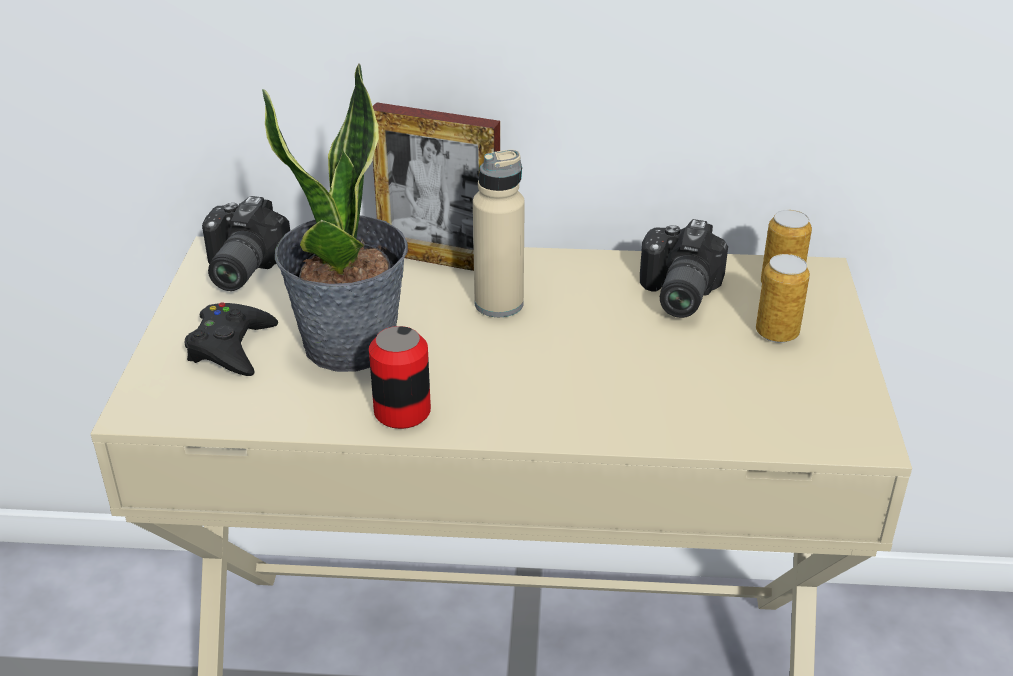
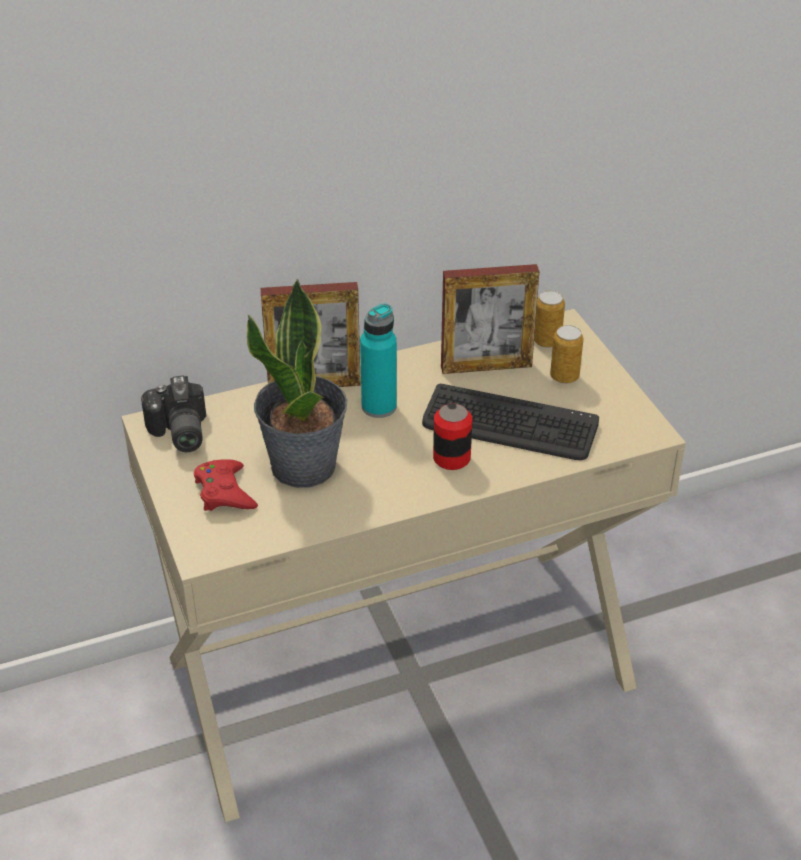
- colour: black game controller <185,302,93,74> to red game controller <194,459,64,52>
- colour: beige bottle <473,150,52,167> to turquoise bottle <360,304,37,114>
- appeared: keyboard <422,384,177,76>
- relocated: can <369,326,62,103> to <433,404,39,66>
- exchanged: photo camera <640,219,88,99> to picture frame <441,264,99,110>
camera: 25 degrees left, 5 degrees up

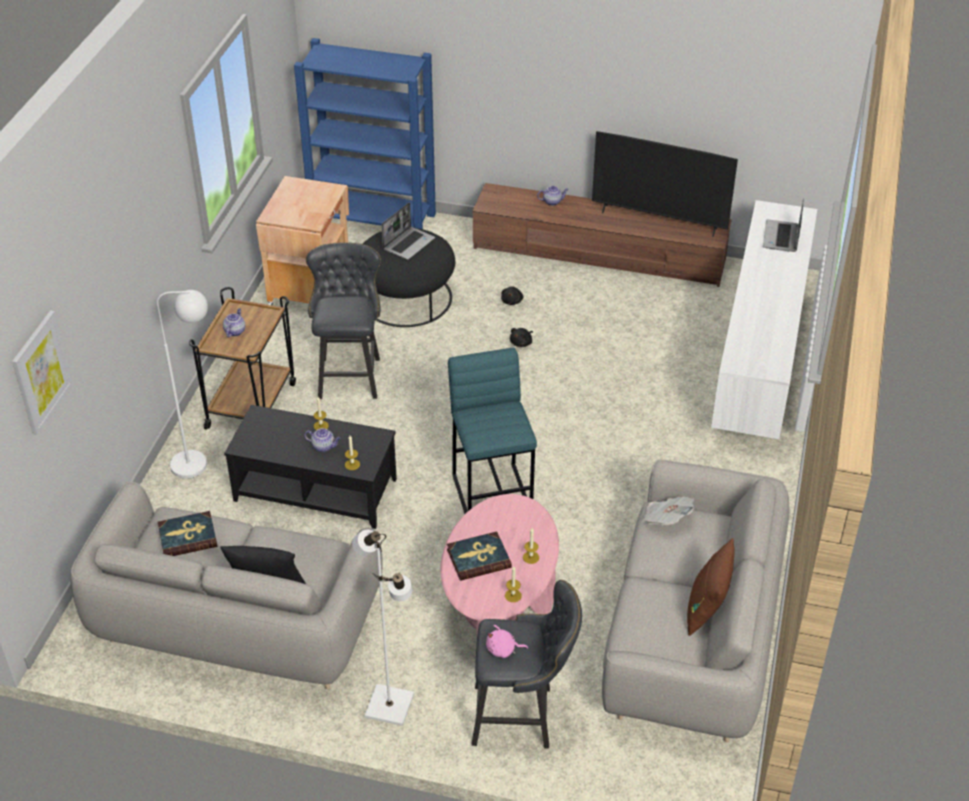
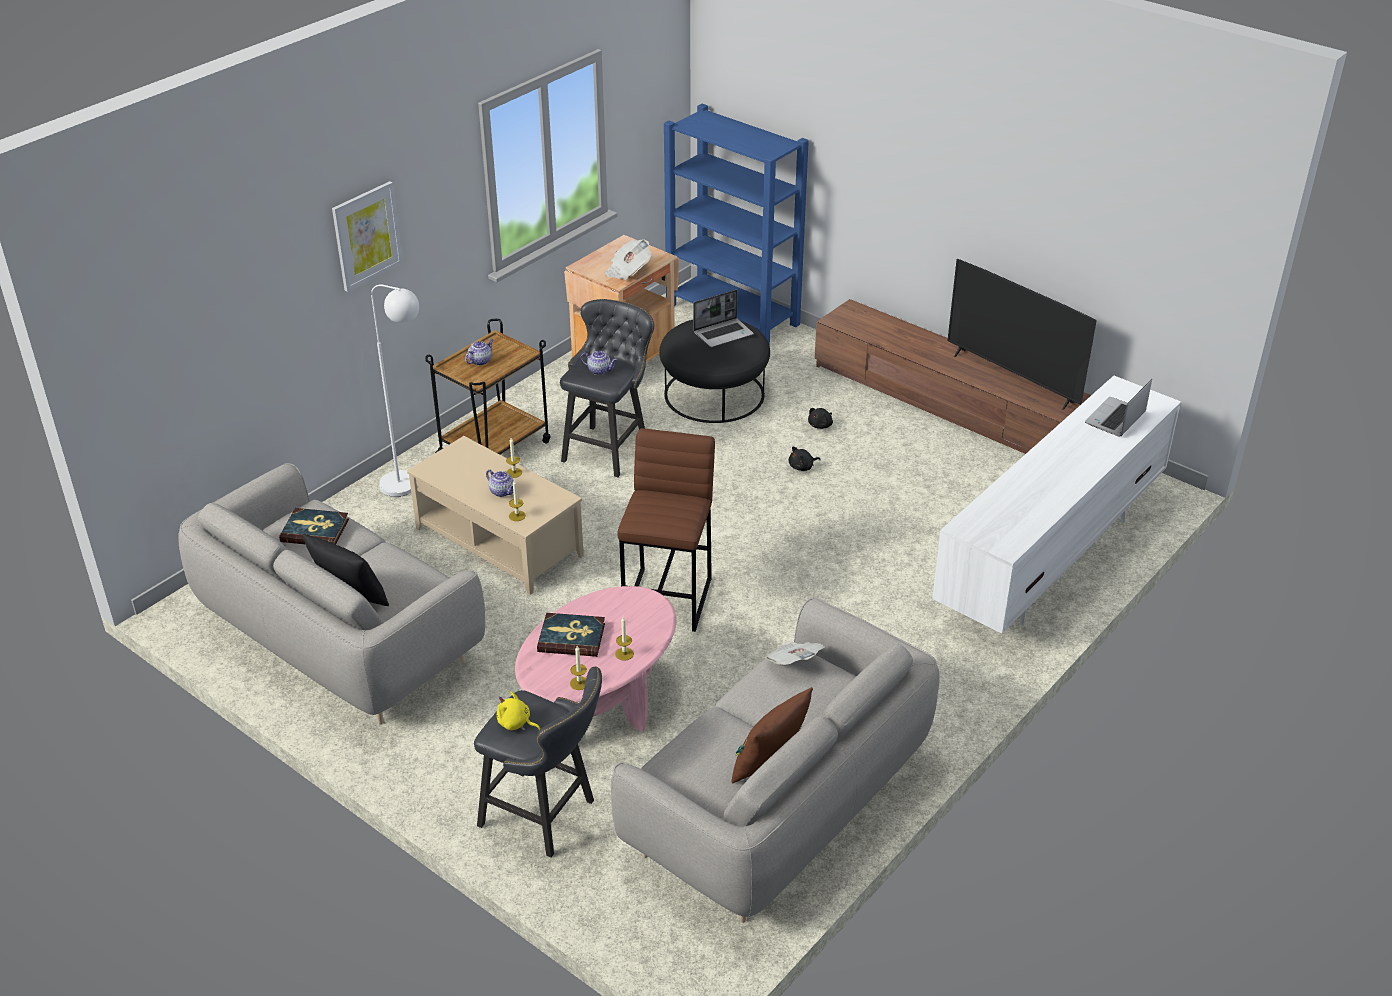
- relocated: picture <12,310,61,125> to <332,181,71,111>
- colour: black coffee table <224,405,173,124> to beige coffee table <407,436,177,159>
- colour: pink plush toy <486,625,42,33> to yellow plush toy <497,691,43,40>
- relocated: teapot <537,186,32,20> to <581,351,36,24>
- appeared: newspaper <605,240,47,40>
- colour: turquoise stool <448,348,89,166> to brown stool <617,428,98,204>
- missing: white floor lamp <352,529,62,197>
camera: 25 degrees right, 5 degrees down

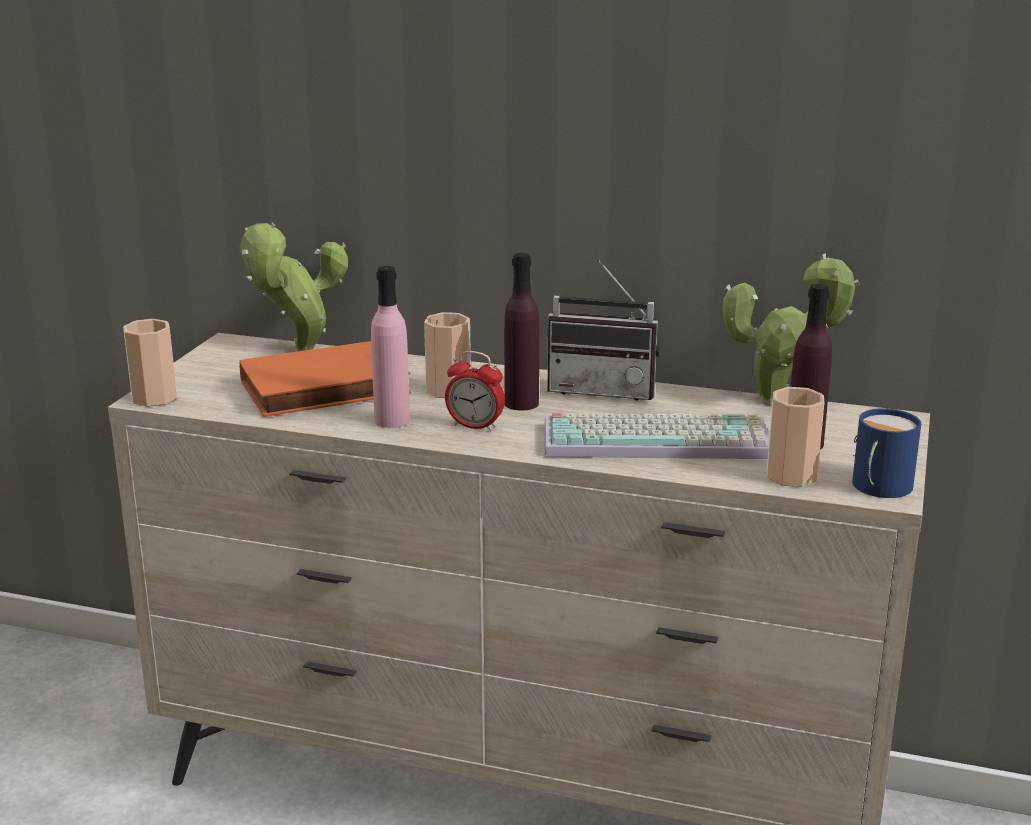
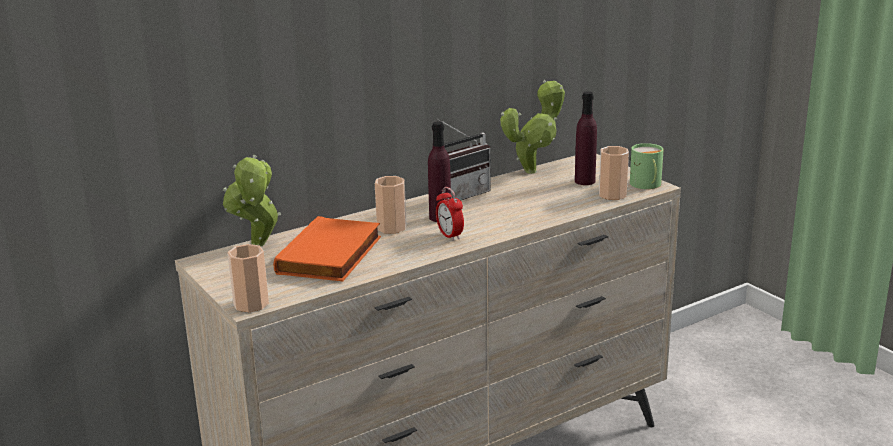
- spun: alarm clock <445,351,60,80> = <436,187,28,54> 90 degrees clockwise
- colour: blue mug <852,408,69,90> to green mug <630,143,34,46>
- missing: pink bottle <371,266,39,162>
- missing: keyboard <544,413,226,46>
camera: 50 degrees left, 0 degrees up

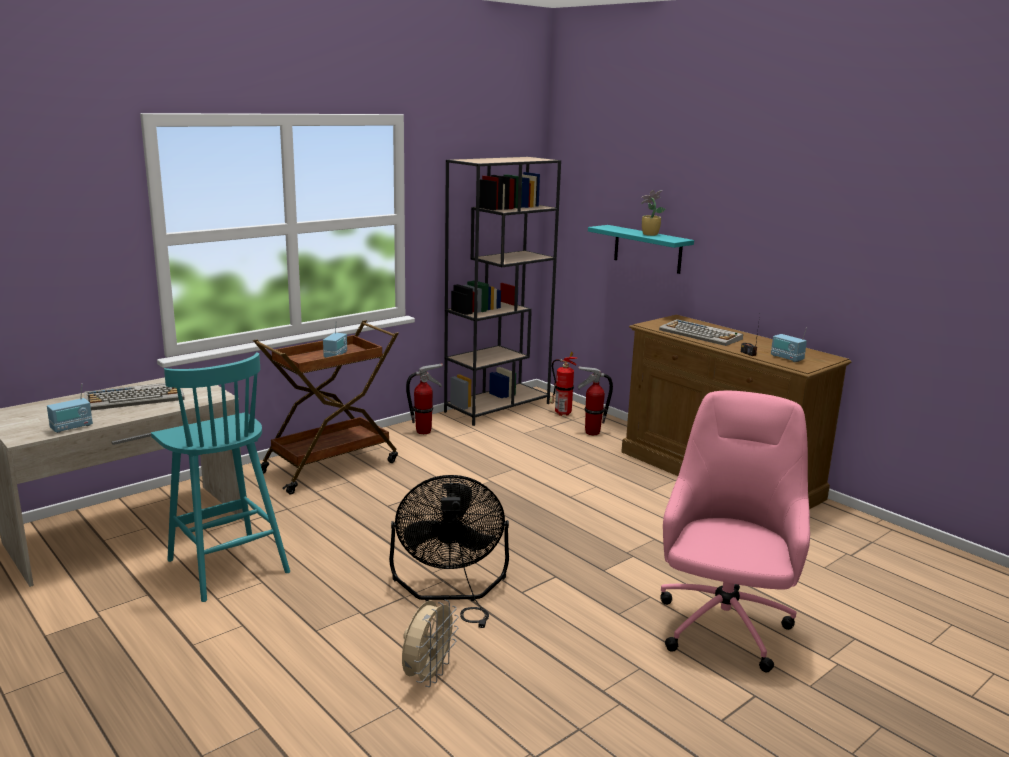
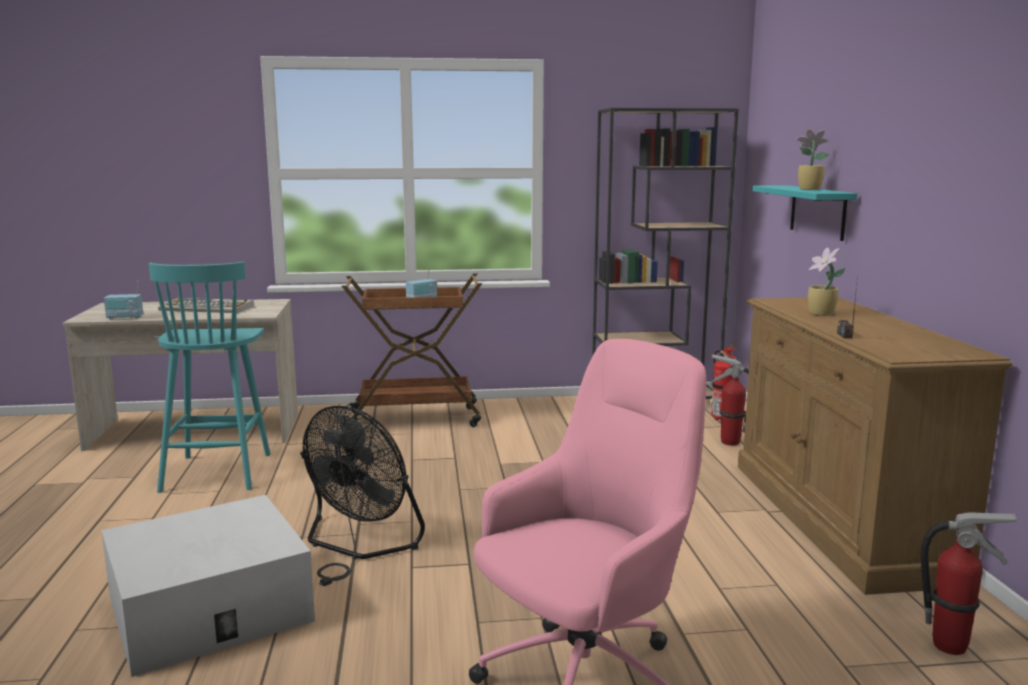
- exchanged: beige fan <402,599,57,88> to white storage box <101,495,214,182>
- exchanged: keyboard <659,319,84,27> to potted plant <808,247,37,69>
- relocated: fire extinguisher <406,363,37,71> to <920,512,97,143>
- missing: radio <771,327,36,35>
camera: 35 degrees right, 5 degrees down

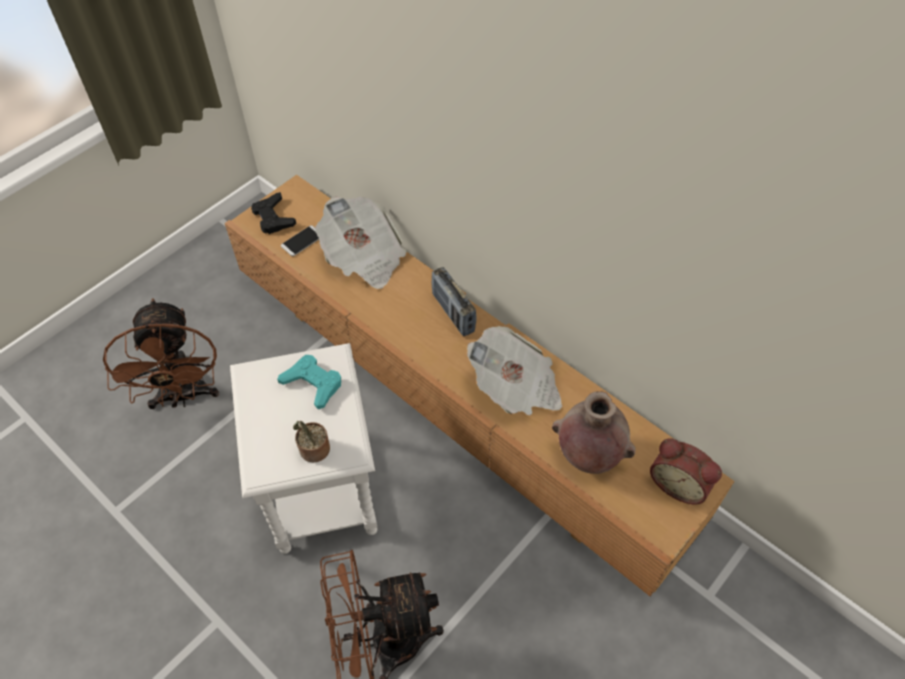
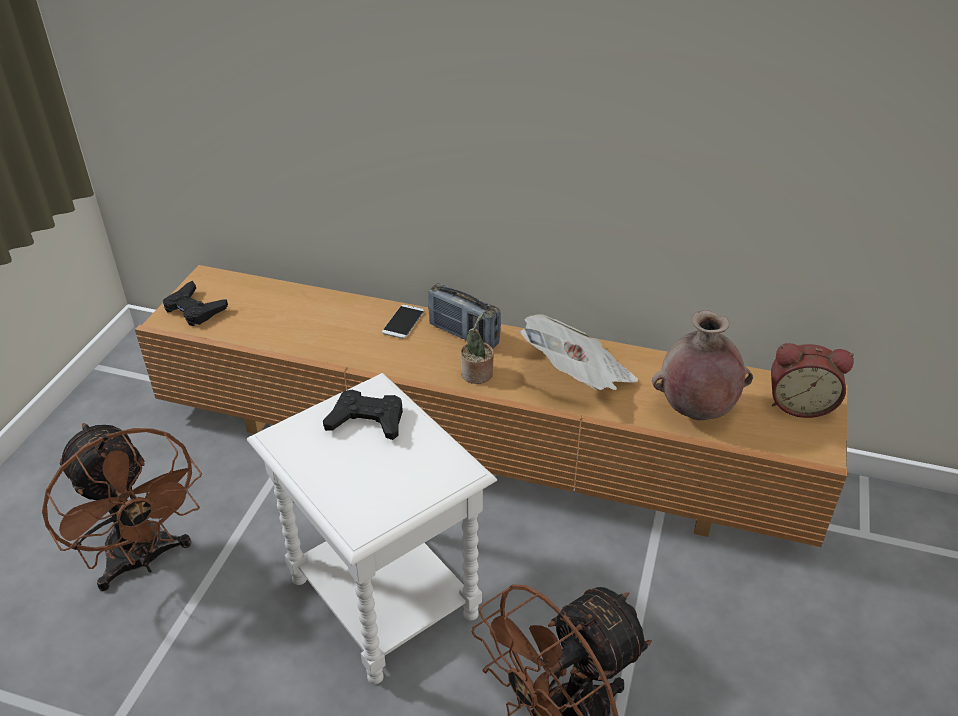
- colour: turquoise game controller <277,355,64,54> to black game controller <323,390,80,50>
- relocated: phone <281,225,38,31> to <382,304,42,35>
- relocated: potted plant <293,421,37,41> to <461,312,33,72>
- missing: newspaper <315,196,92,93>
camera: 25 degrees left, 15 degrees down

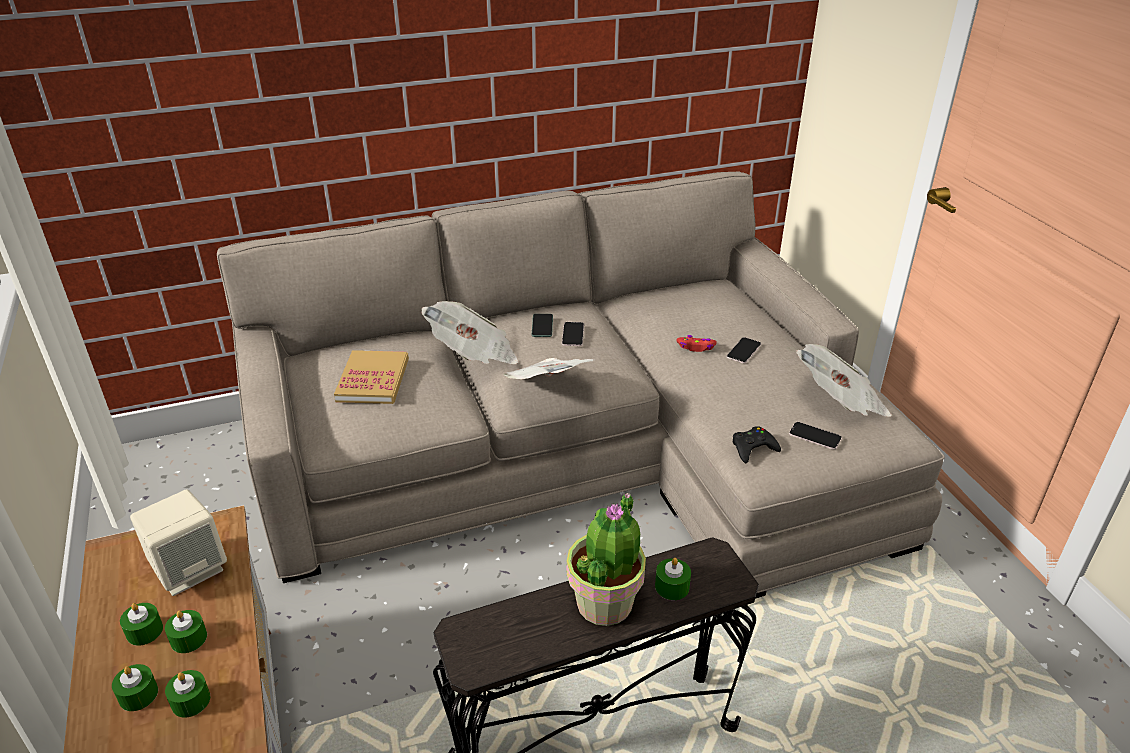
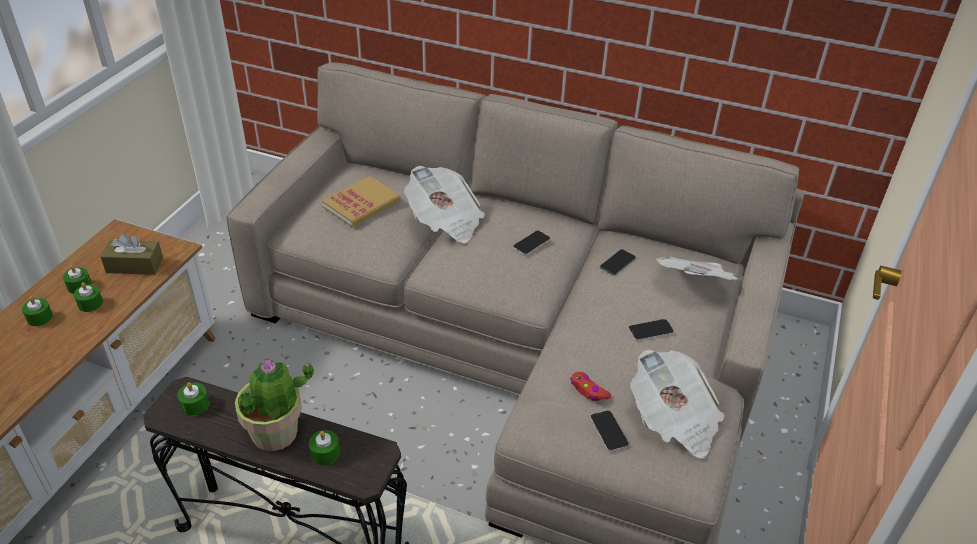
- exchanged: beige speaker <130,489,97,107> to brown tissue box <100,233,63,42>
- relocated: green candle <165,670,45,48> to <177,382,32,34>
- relocated: red game controller <677,335,40,17> to <570,372,41,29>
- relocated: phone <532,314,21,23> to <600,249,36,26>
- relocated: newspaper <503,358,91,21> to <656,256,83,24>
- missing: black game controller <733,426,48,37>
camera: 40 degrees right, 5 degrees up

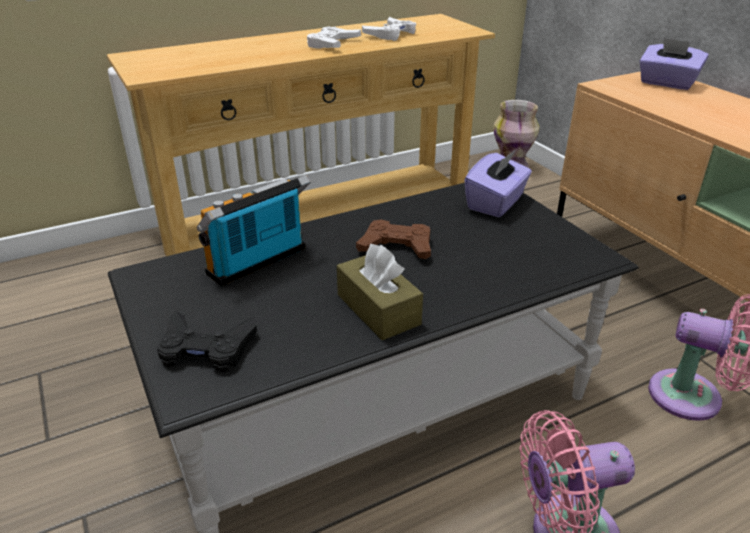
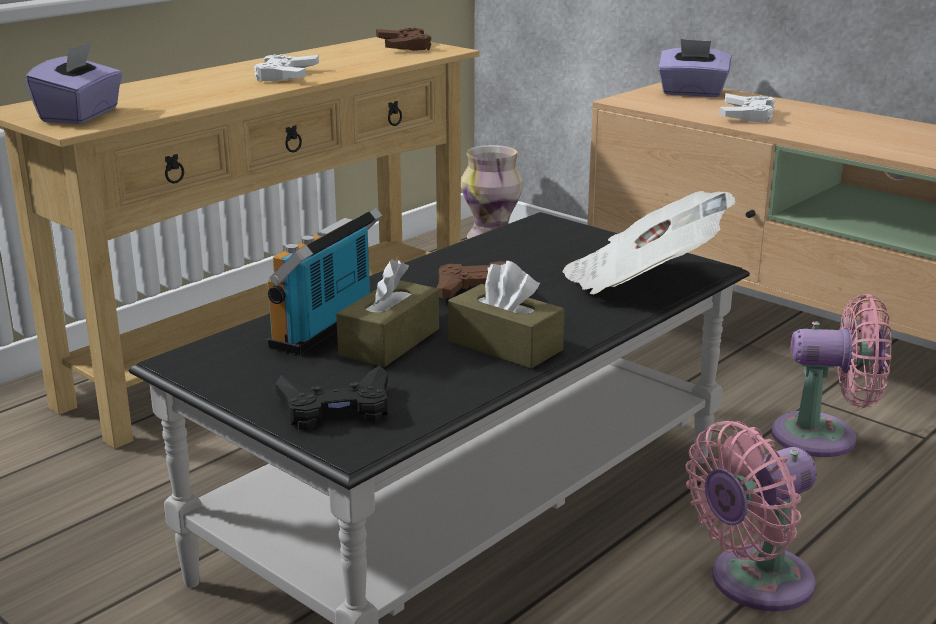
- relocated: purple tissue box <464,150,68,67> to <25,41,98,83>
- appeared: brown tissue box <336,260,103,107>
- appeared: brown game controller <376,28,55,23>
- appeared: newspaper <562,191,174,104>
- relocated: white game controller <362,17,54,24> to <719,93,56,30>
camera: 20 degrees left, 10 degrees down

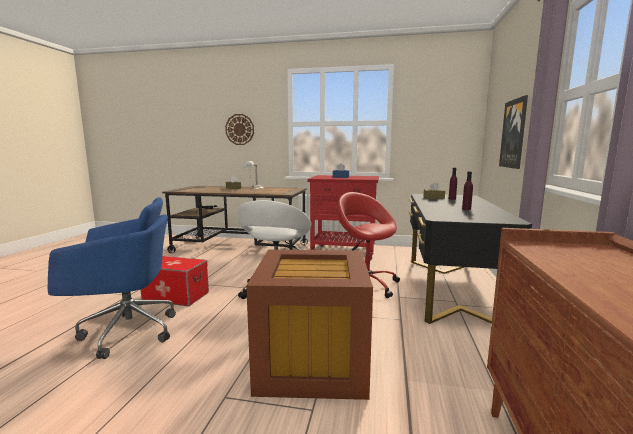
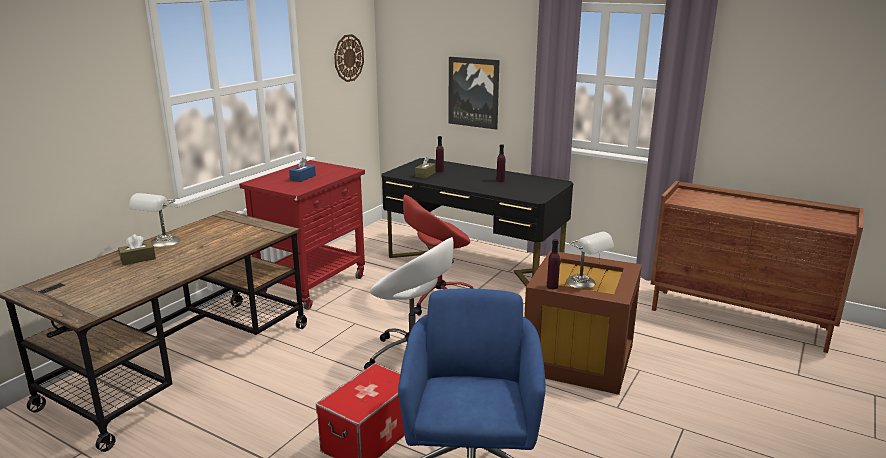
- relocated: wall clock <225,114,29,31> to <334,34,30,48>
- appeared: purple bottle <547,239,13,50>
- appeared: white table lamp <566,232,48,57>
camera: 70 degrees left, 10 degrees up

